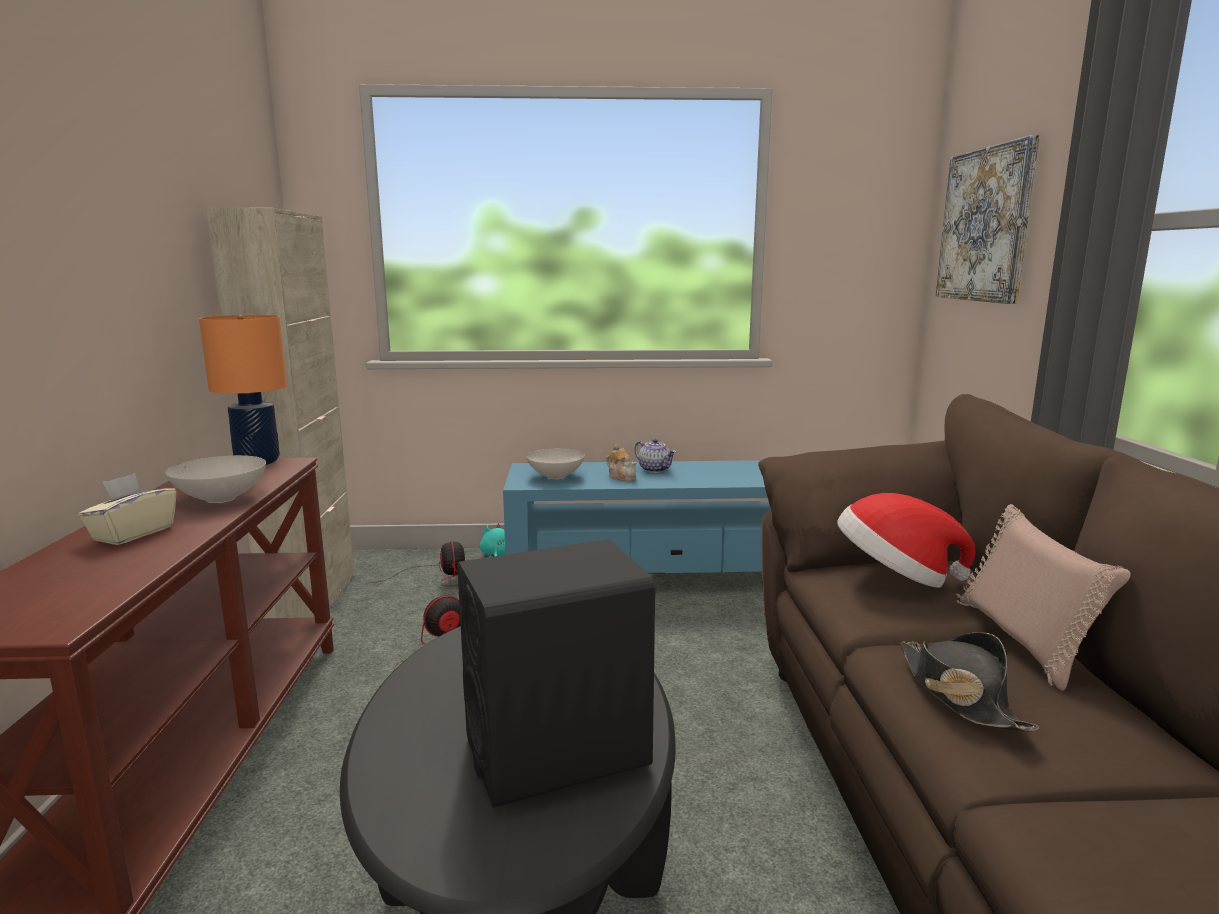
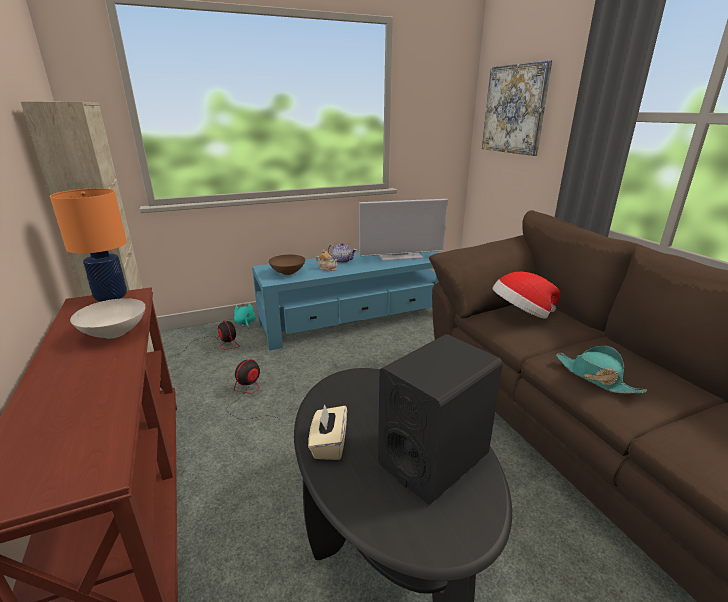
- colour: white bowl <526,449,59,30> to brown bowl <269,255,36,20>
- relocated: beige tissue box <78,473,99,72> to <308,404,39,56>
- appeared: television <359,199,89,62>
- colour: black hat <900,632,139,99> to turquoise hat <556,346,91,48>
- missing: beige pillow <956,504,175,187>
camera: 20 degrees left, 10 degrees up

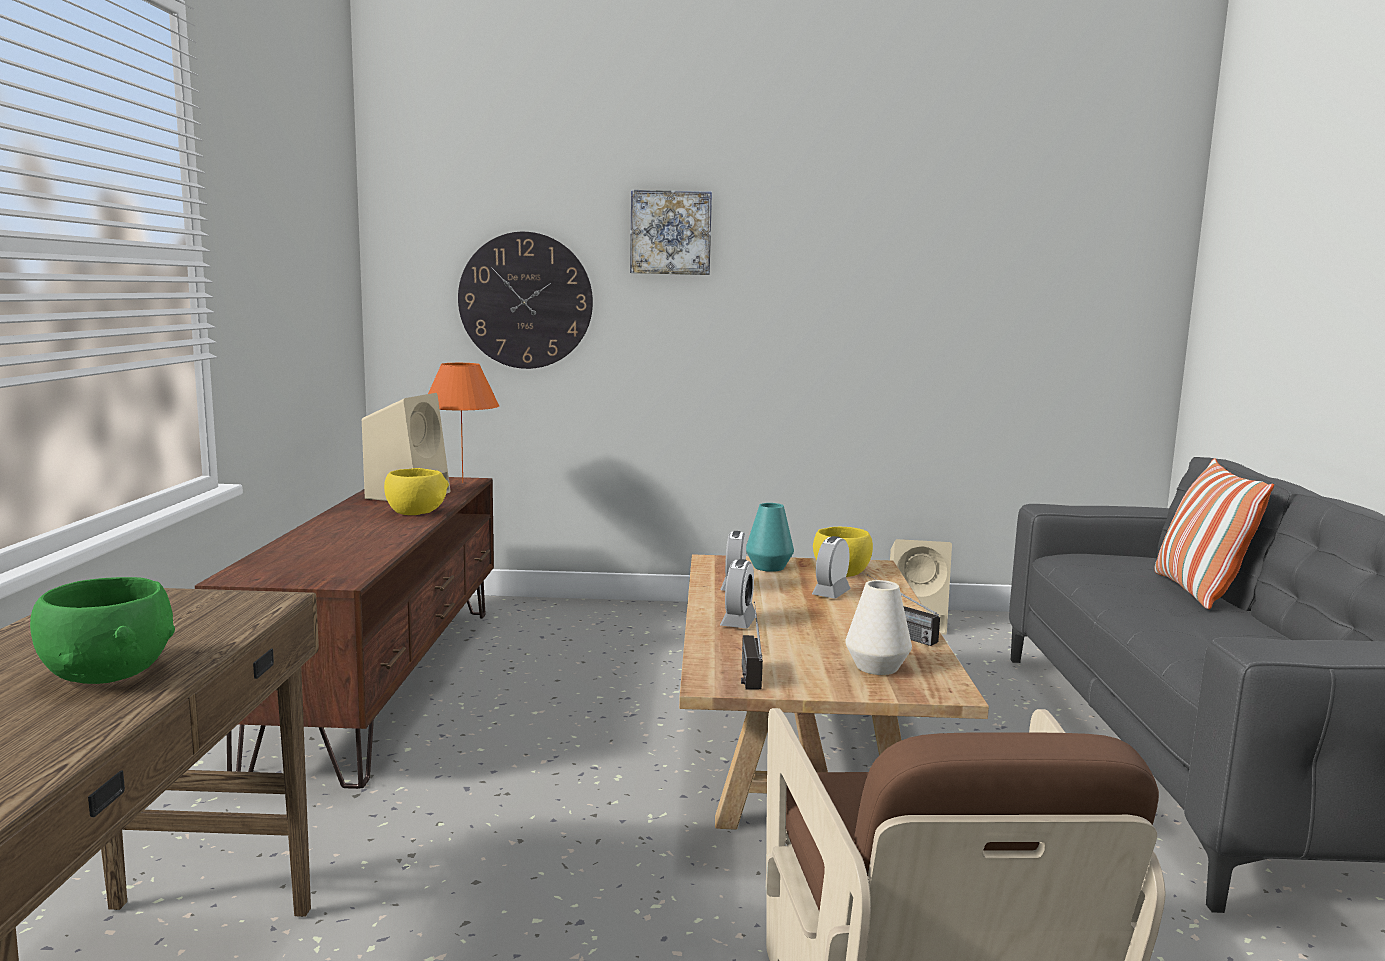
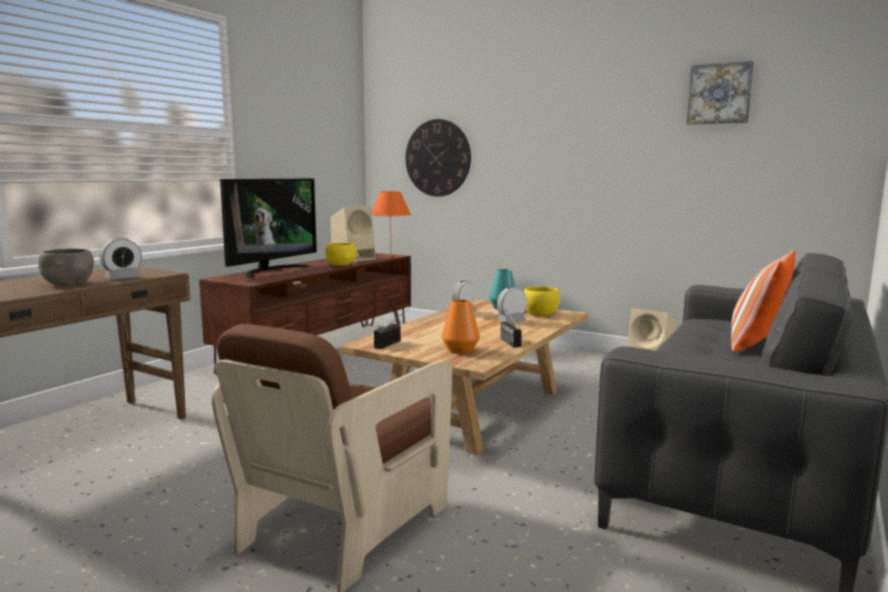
- colour: green bowl <30,577,145,107> to grey bowl <38,249,56,37>
- relocated: alarm clock <720,559,35,69> to <100,238,42,42>
- appeared: television <220,179,97,99>
- colour: white vase <845,580,67,95> to orange vase <442,299,38,55>
- relocated: picture <630,190,82,85> to <687,61,67,64>
camera: 30 degrees right, 0 degrees up

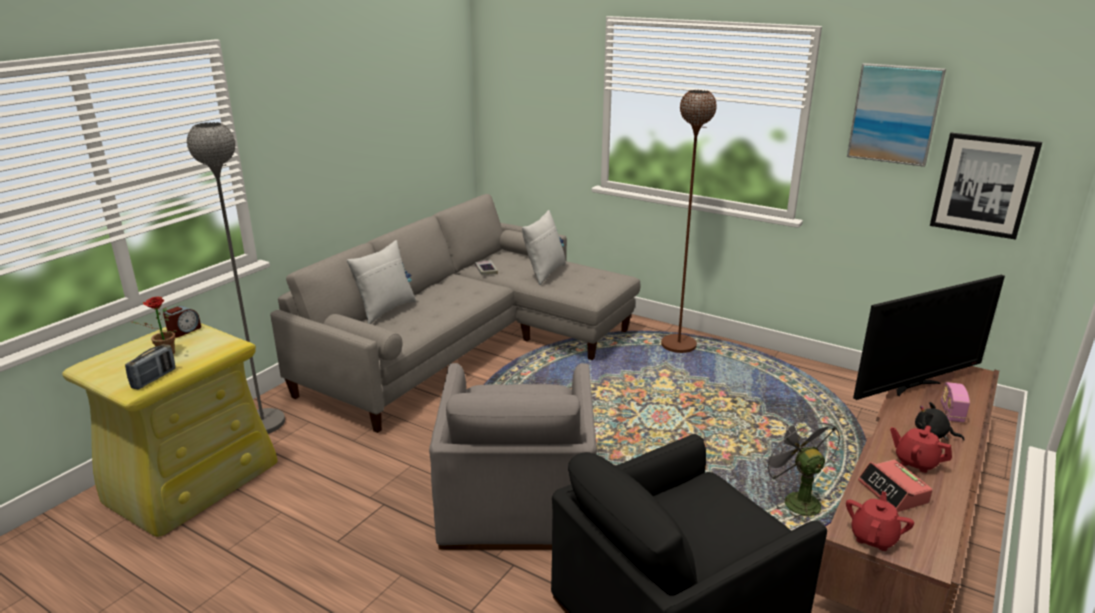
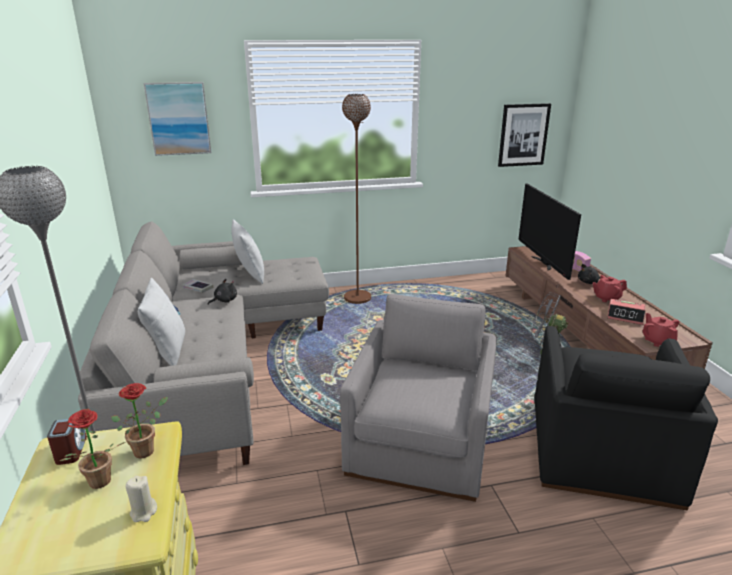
- appeared: potted plant <111,383,57,75>
- exchanged: radio <125,344,51,46> to beige candle <126,476,31,46>
- relocated: picture <847,63,99,104> to <144,82,67,74>
- appeared: black plush toy <208,279,29,26>
- spun: grey armchair <429,363,168,187> = <340,294,157,208> 120 degrees counterclockwise
- spun: television <853,275,152,125> = <518,184,63,96> 150 degrees clockwise
camera: 45 degrees left, 0 degrees up

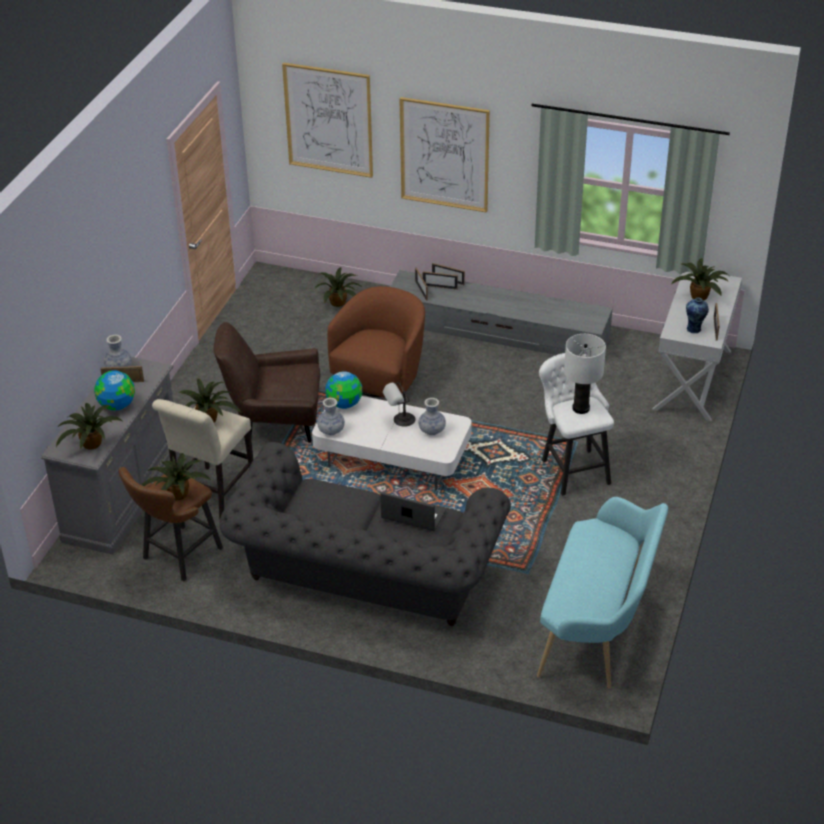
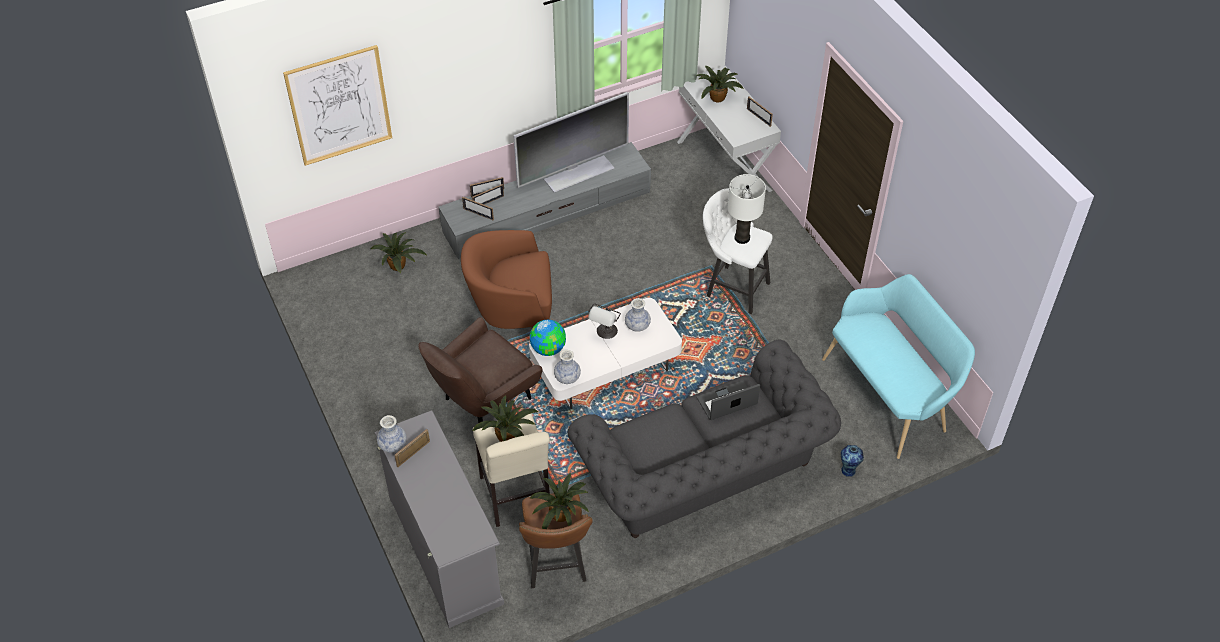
- spun: brown armchair <327,286,98,112> = <461,230,91,99> 75 degrees counterclockwise
- appeared: television <513,92,116,101>
- relocated: vase <686,297,23,36> to <841,445,23,32>
- missing: potted plant <56,403,66,46>
- missing: globe <94,370,41,41>
- missing: picture <400,97,90,116>
camera: 45 degrees left, 10 degrees up

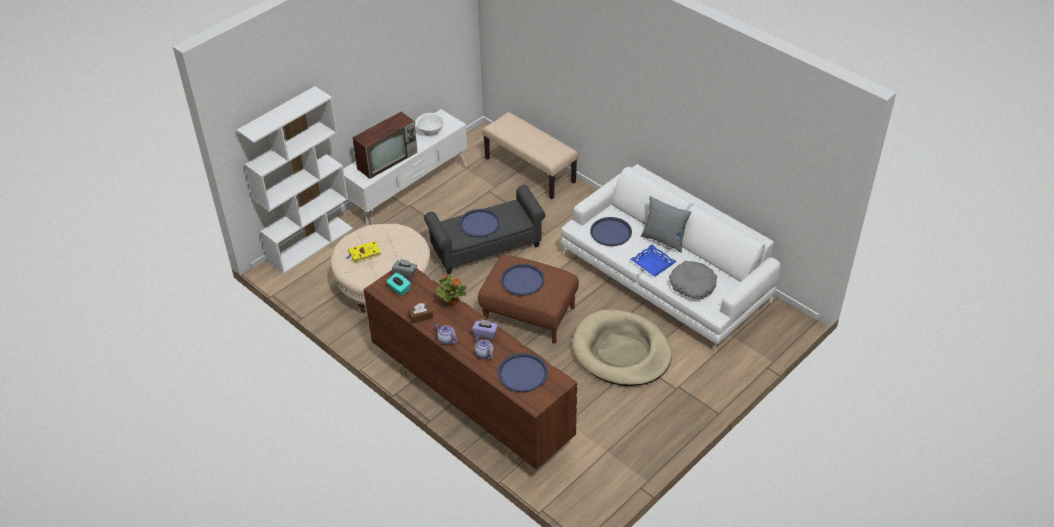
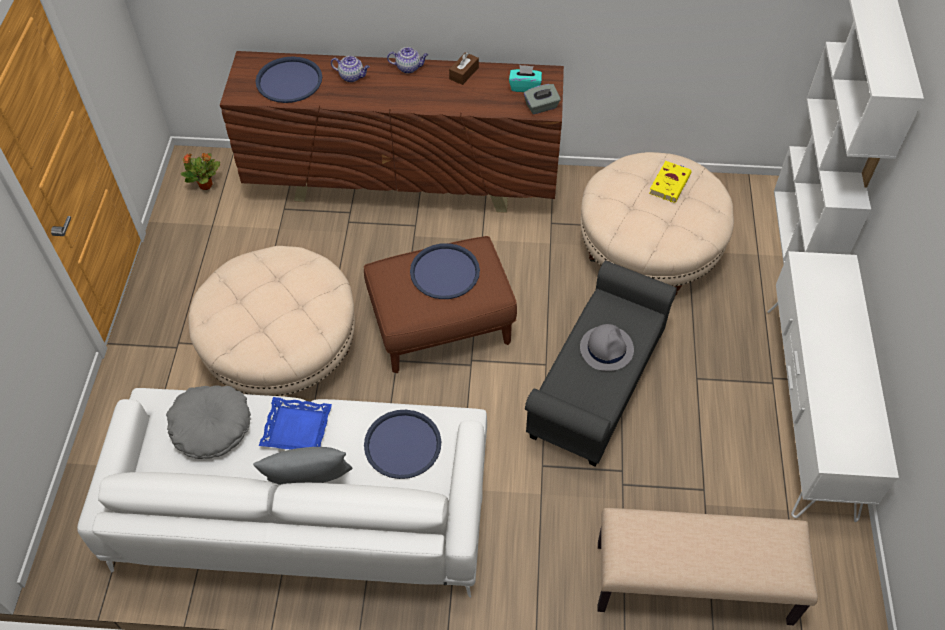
- relocated: potted plant <435,274,32,33> to <181,153,39,37>
- exchanged: beige dog bed <572,309,100,77> to beige ottoman <188,246,167,150>
- exchanged: blue tray <459,209,41,28> to grey hat <580,324,54,47>
- missing: television <352,112,66,67>
- missing: white bowl <415,113,30,23>
- missing: purple tissue box <472,319,26,20>
camera: 140 degrees right, 10 degrees up

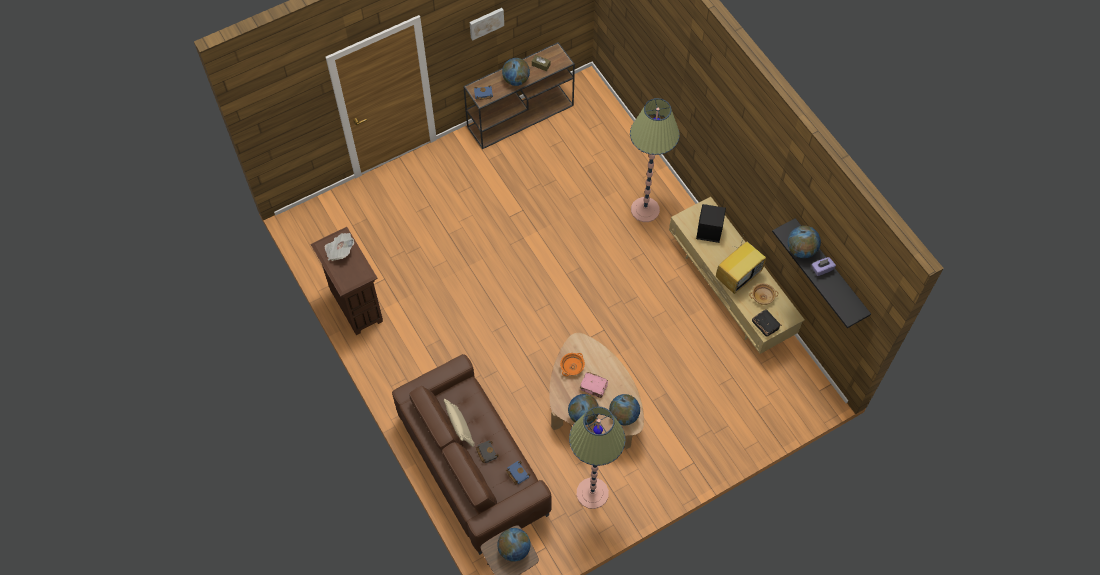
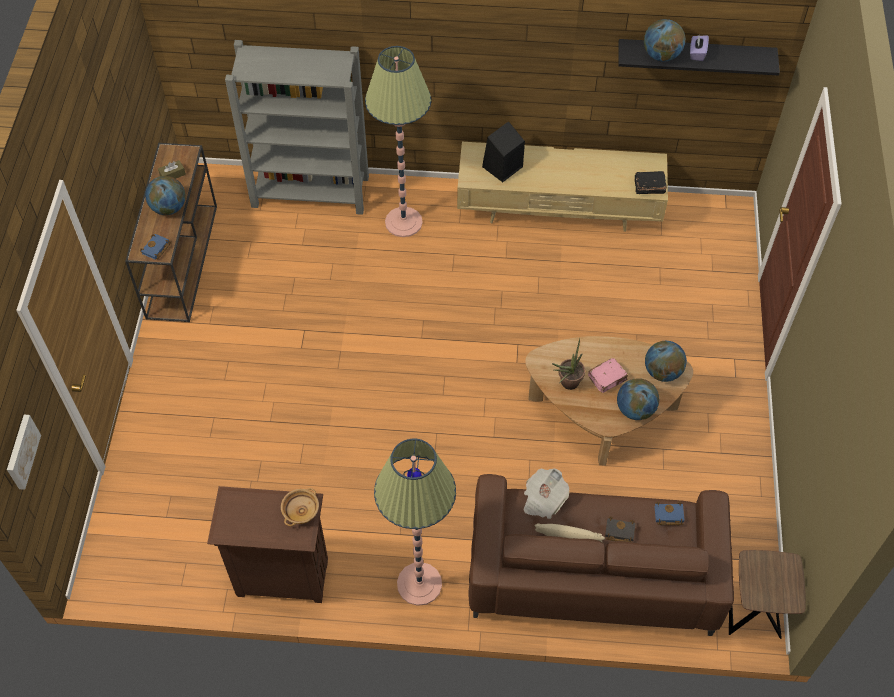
- relocated: picture <470,8,34,32> to <7,415,34,75>
- appeared: grey bookcase <225,40,144,175>
- relocated: beige bowl <749,283,29,22> to <281,488,38,38>
- relocated: floor lamp <569,407,57,102> to <374,439,82,167>
- relocated: newspaper <325,233,29,28> to <524,469,45,50>
- exchanged: orange bowl <560,353,25,23> to potted plant <552,338,33,52>
- missing: globe <497,528,34,34>
- missing: television <716,235,50,59>
camera: 55 degrees left, 5 degrees down

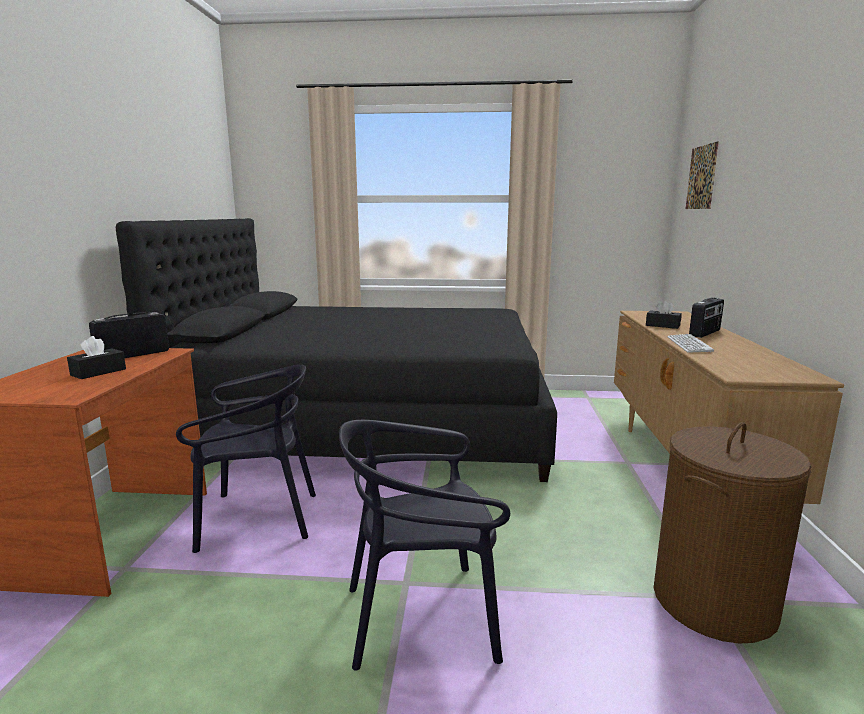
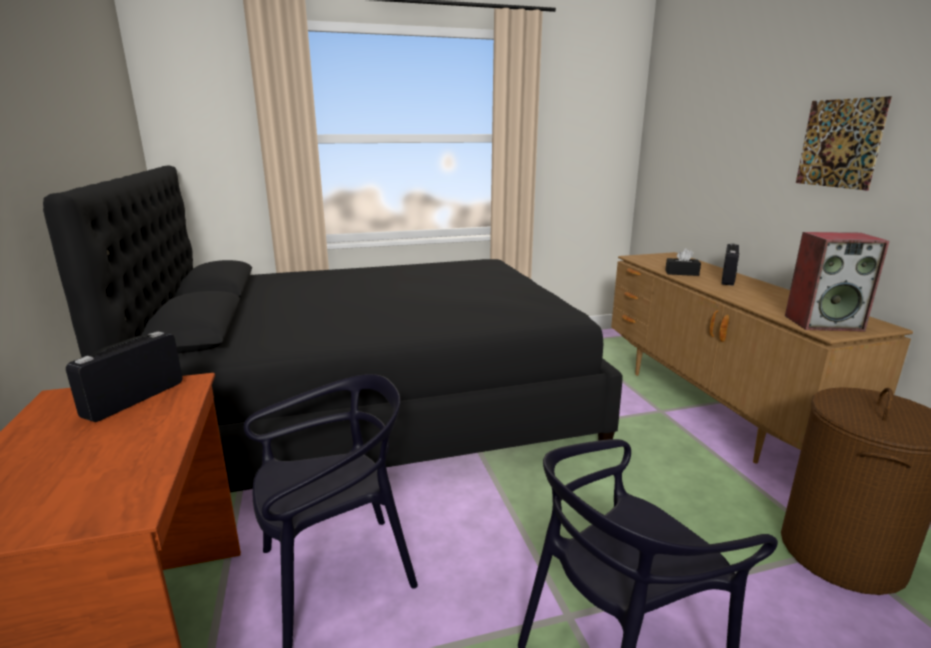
- appeared: speaker <785,232,105,100>
- relocated: picture <686,141,33,68> to <796,96,96,95>
- missing: black tissue box <67,336,59,43>
- missing: keyboard <667,334,47,19>
camera: 20 degrees left, 5 degrees up

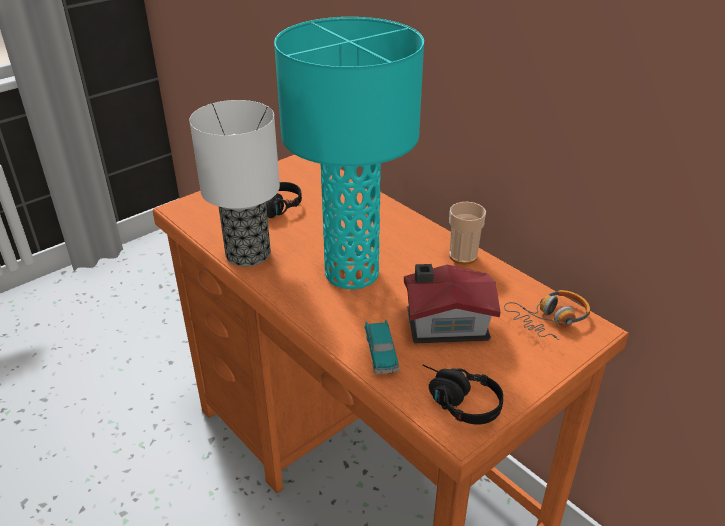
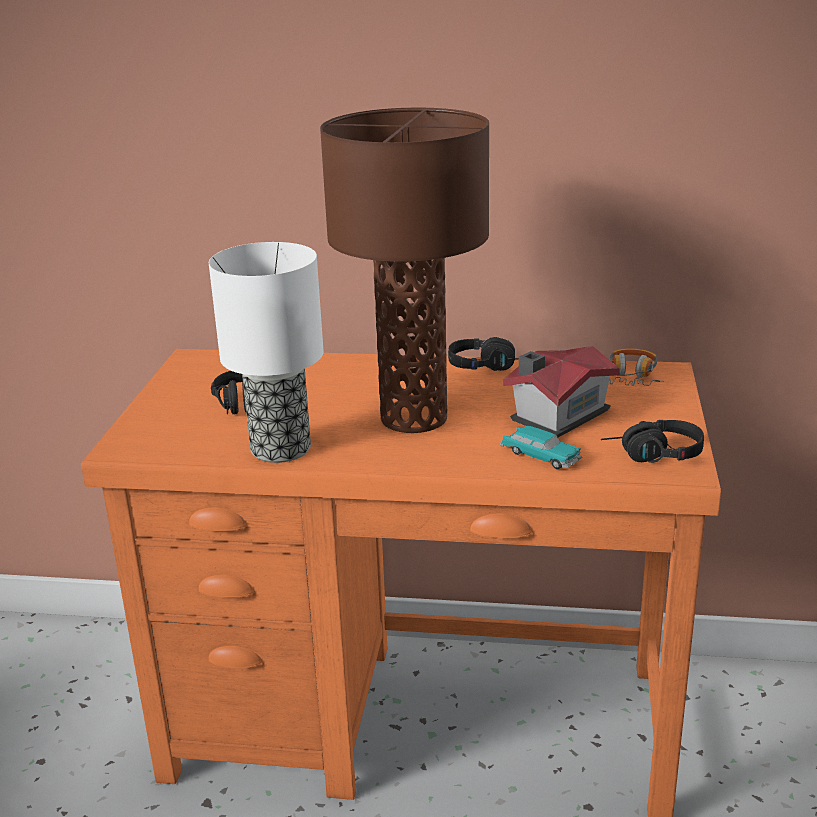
- colour: turquoise table lamp <274,17,150,272> to brown table lamp <320,108,169,325>
- exchanged: cup <449,202,37,62> to black headphones <448,337,71,34>
camera: 40 degrees left, 10 degrees down

